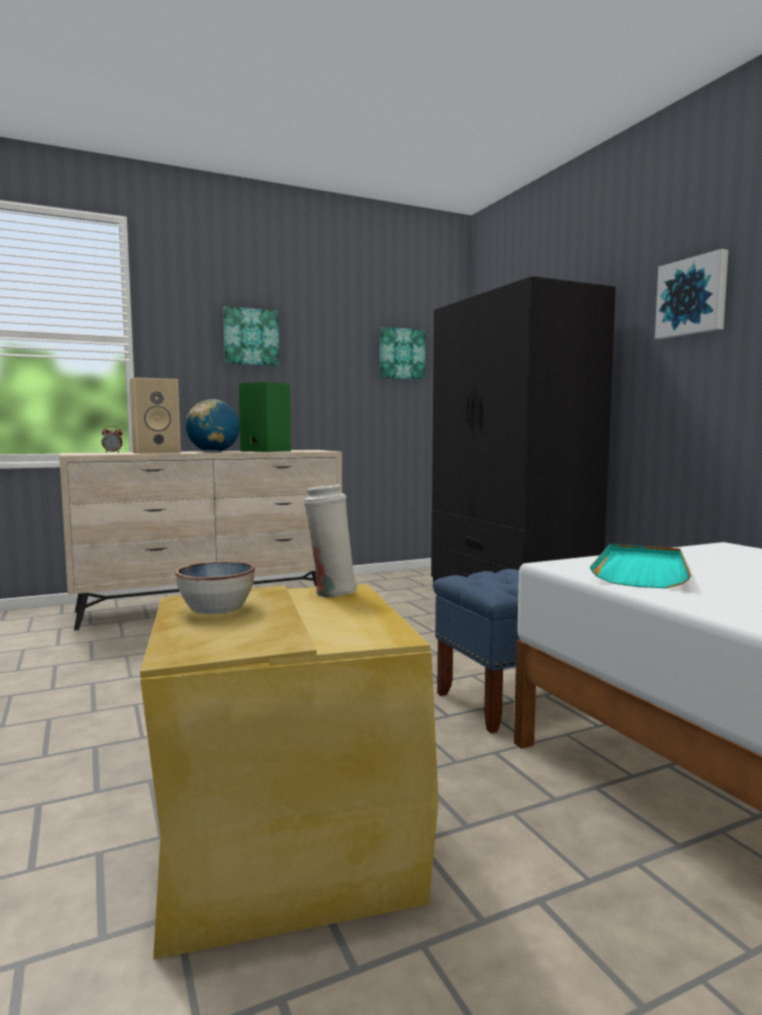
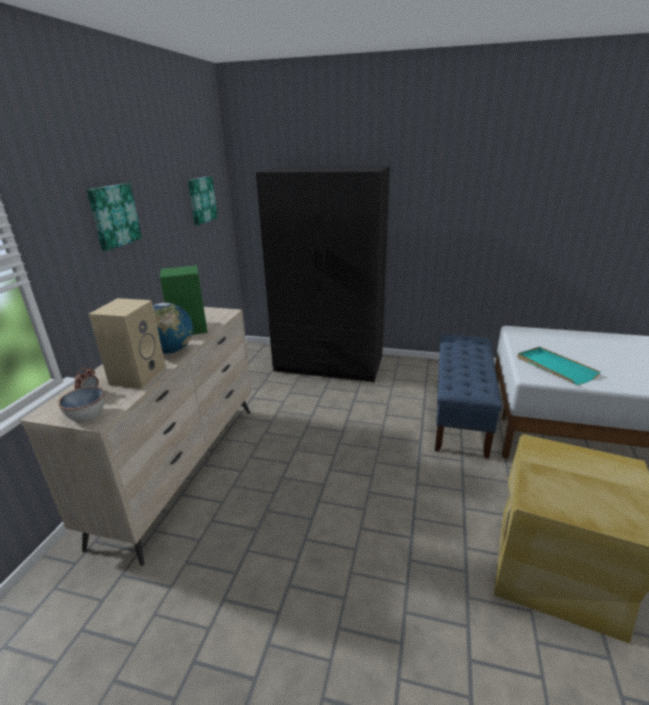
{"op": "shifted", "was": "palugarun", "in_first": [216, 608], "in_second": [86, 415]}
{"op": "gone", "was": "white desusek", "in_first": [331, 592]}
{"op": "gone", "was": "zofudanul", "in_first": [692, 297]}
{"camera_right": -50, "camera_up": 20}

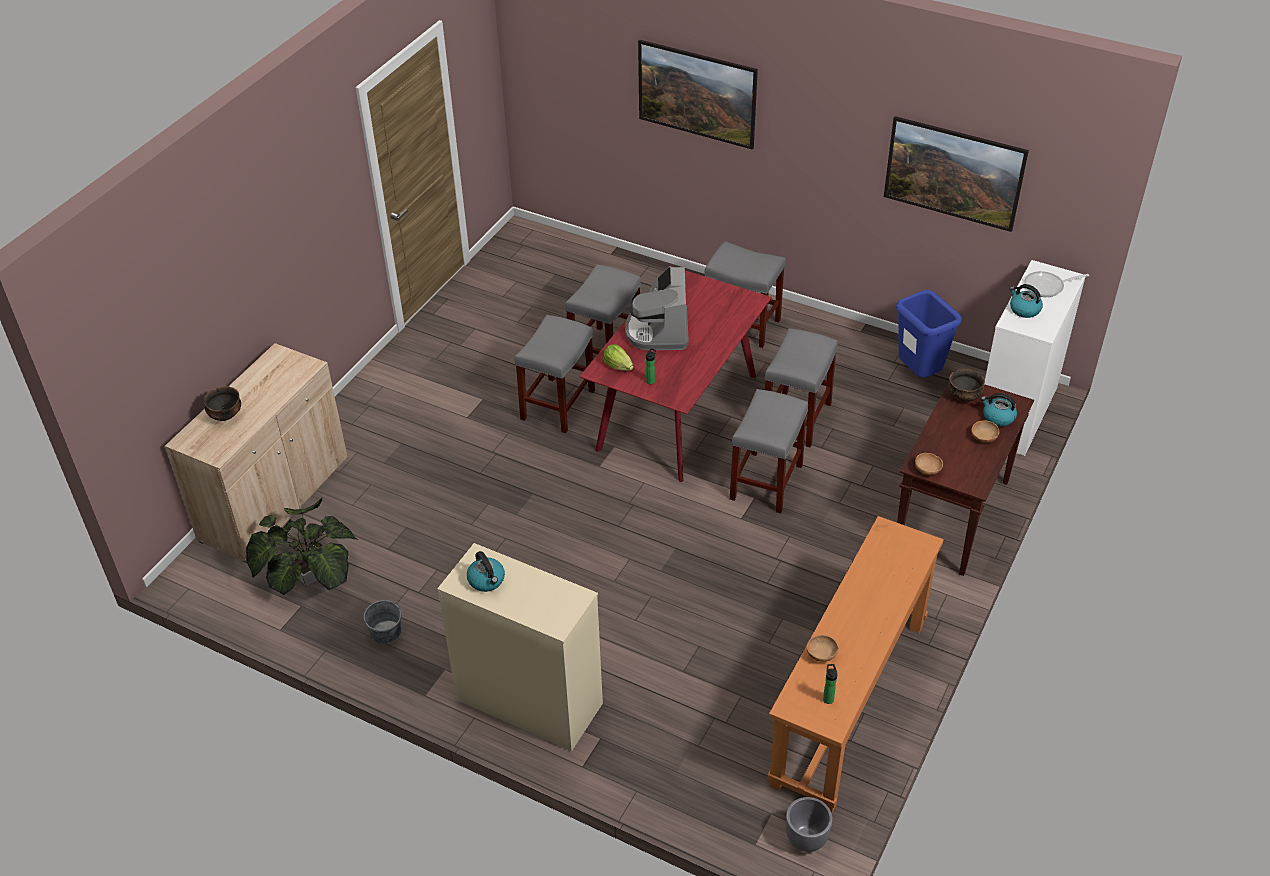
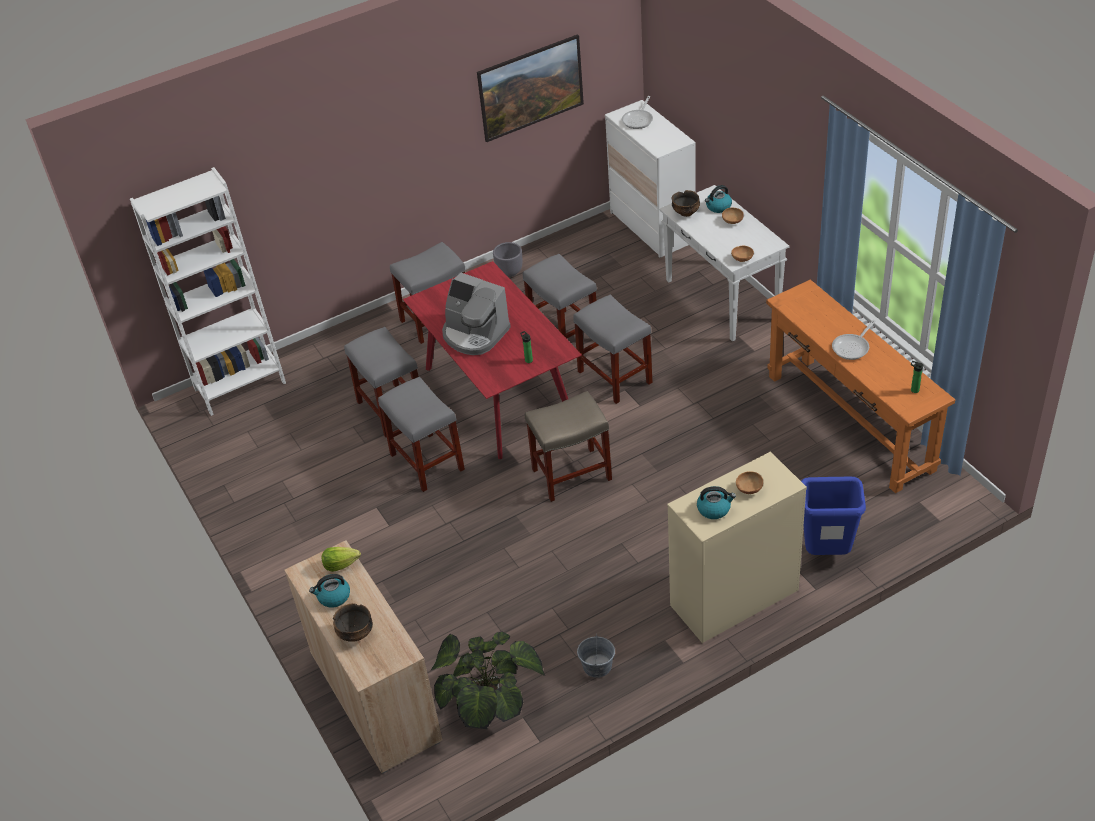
{"op": "new", "now": "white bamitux", "in_second": [240, 385]}
{"op": "shifted", "was": "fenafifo", "in_first": [1024, 309], "in_second": [333, 597]}
{"op": "shifted", "was": "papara", "in_first": [618, 366], "in_second": [340, 564]}
{"op": "shifted", "was": "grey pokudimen", "in_first": [807, 839], "in_second": [510, 271]}
{"op": "new", "now": "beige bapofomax", "in_second": [570, 475]}
{"op": "repainted", "was": "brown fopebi", "now": "white fopebi", "in_first": [952, 517], "in_second": [723, 300]}
{"op": "shifted", "was": "brown palugarun", "in_first": [821, 654], "in_second": [748, 489]}
{"op": "shifted", "was": "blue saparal", "in_first": [919, 375], "in_second": [827, 553]}
{"op": "new", "now": "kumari", "in_second": [852, 347]}
{"op": "gone", "was": "zofudanul", "in_first": [696, 113]}
{"camera_right": -55, "camera_up": 0}

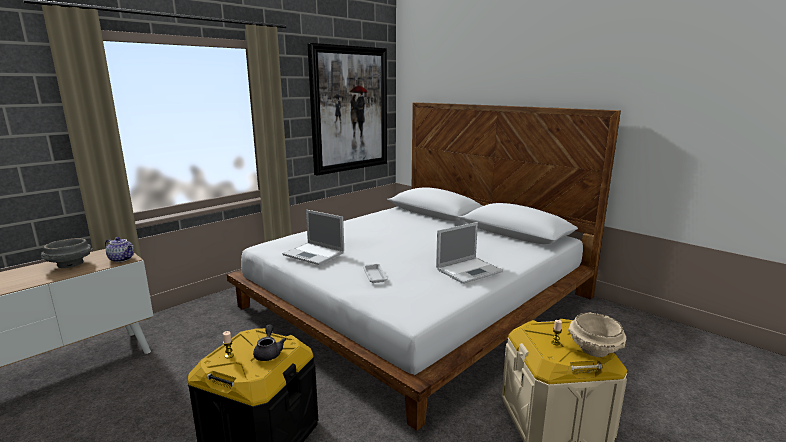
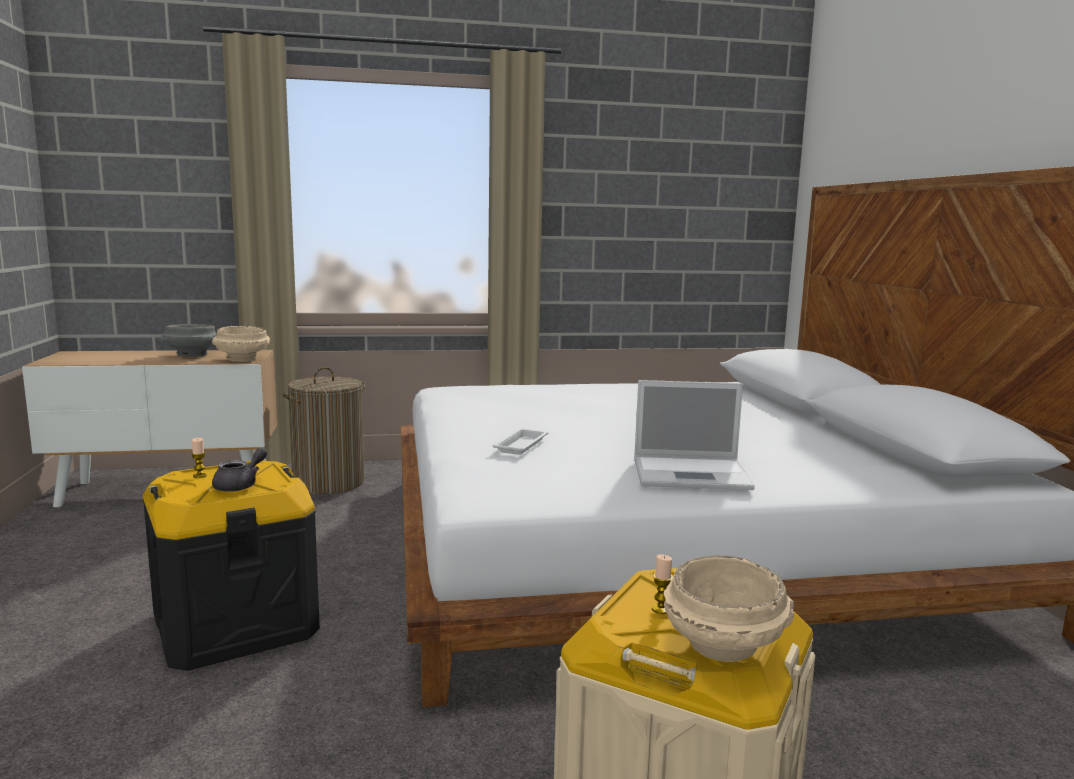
{"op": "swapped", "was": "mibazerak", "now": "beige palugarun", "in_first": [122, 259], "in_second": [243, 359]}
{"op": "new", "now": "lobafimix", "in_second": [329, 482]}
{"op": "gone", "was": "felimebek", "in_first": [314, 254]}
{"op": "gone", "was": "zofudanul", "in_first": [349, 109]}
{"camera_right": 35, "camera_up": -5}

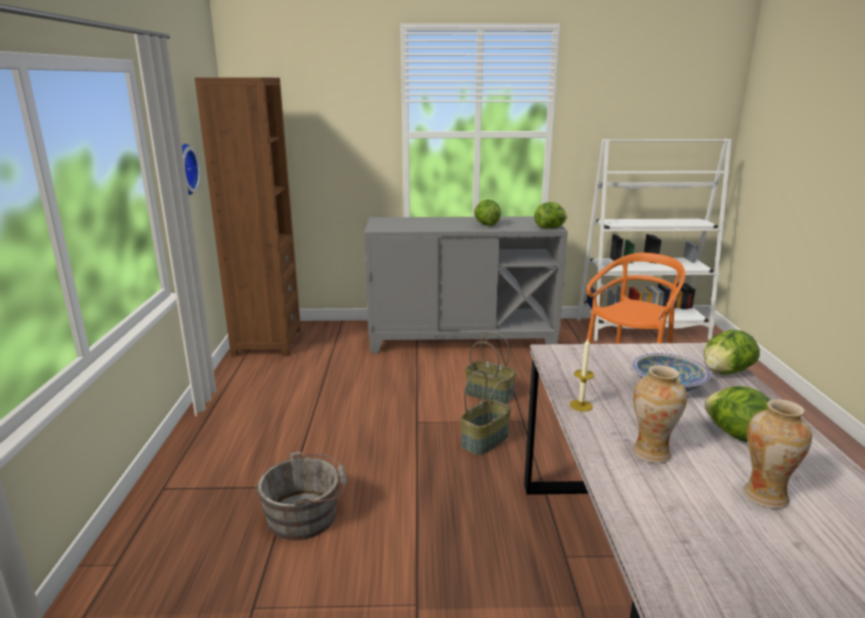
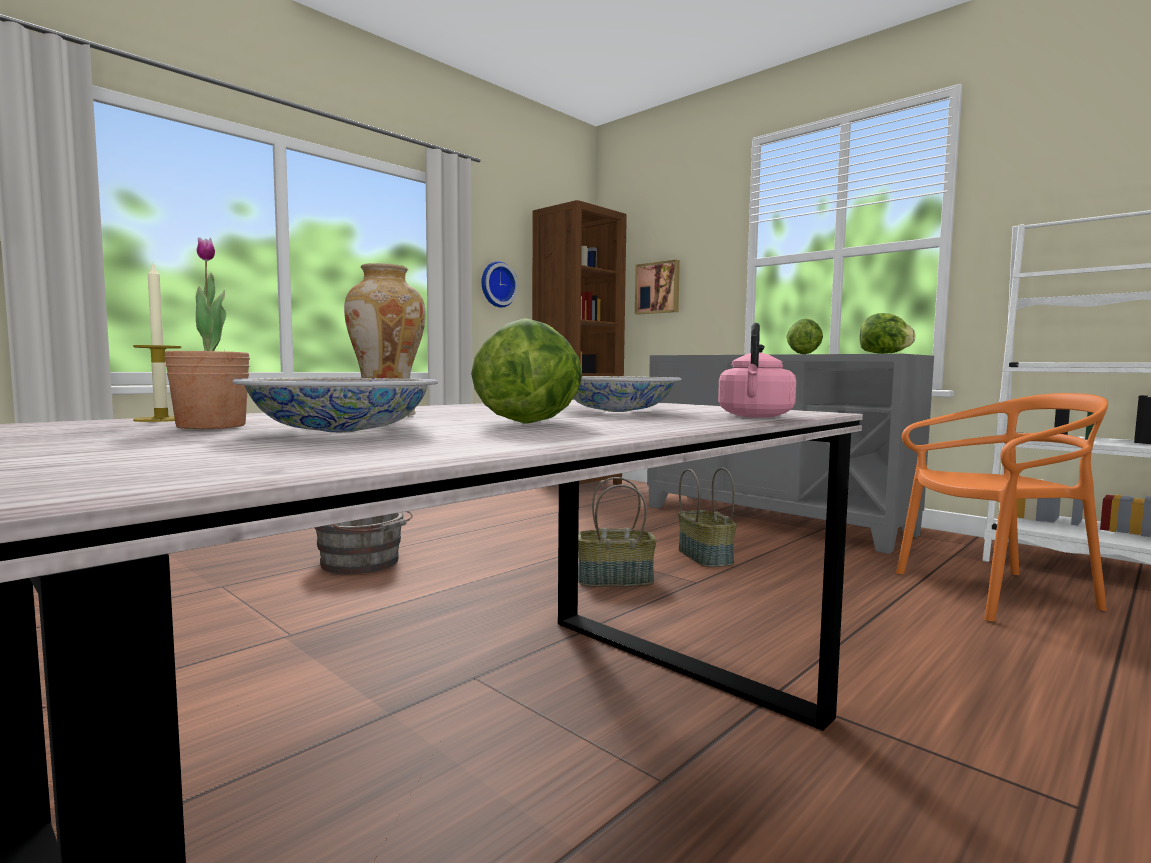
{"op": "shifted", "was": "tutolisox", "in_first": [581, 405], "in_second": [161, 419]}
{"op": "new", "now": "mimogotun", "in_second": [211, 426]}
{"op": "swapped", "was": "desusek", "now": "palugarun", "in_first": [764, 496], "in_second": [341, 431]}
{"op": "new", "now": "zofudanul", "in_second": [658, 288]}
{"op": "swapped", "was": "papara", "now": "pink fenafifo", "in_first": [725, 372], "in_second": [755, 416]}
{"camera_right": 45, "camera_up": -15}

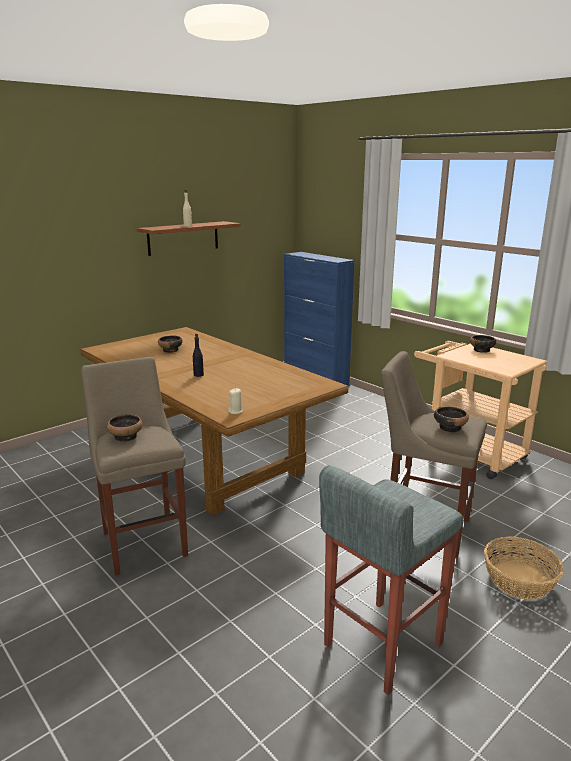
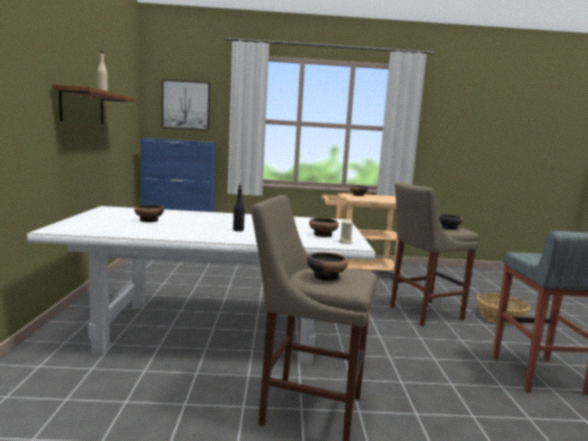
{"op": "repainted", "was": "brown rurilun", "now": "white rurilun", "in_first": [205, 457], "in_second": [212, 329]}
{"op": "new", "now": "zofudanul", "in_second": [186, 105]}
{"op": "new", "now": "palugarun", "in_second": [323, 235]}
{"camera_right": -50, "camera_up": -10}

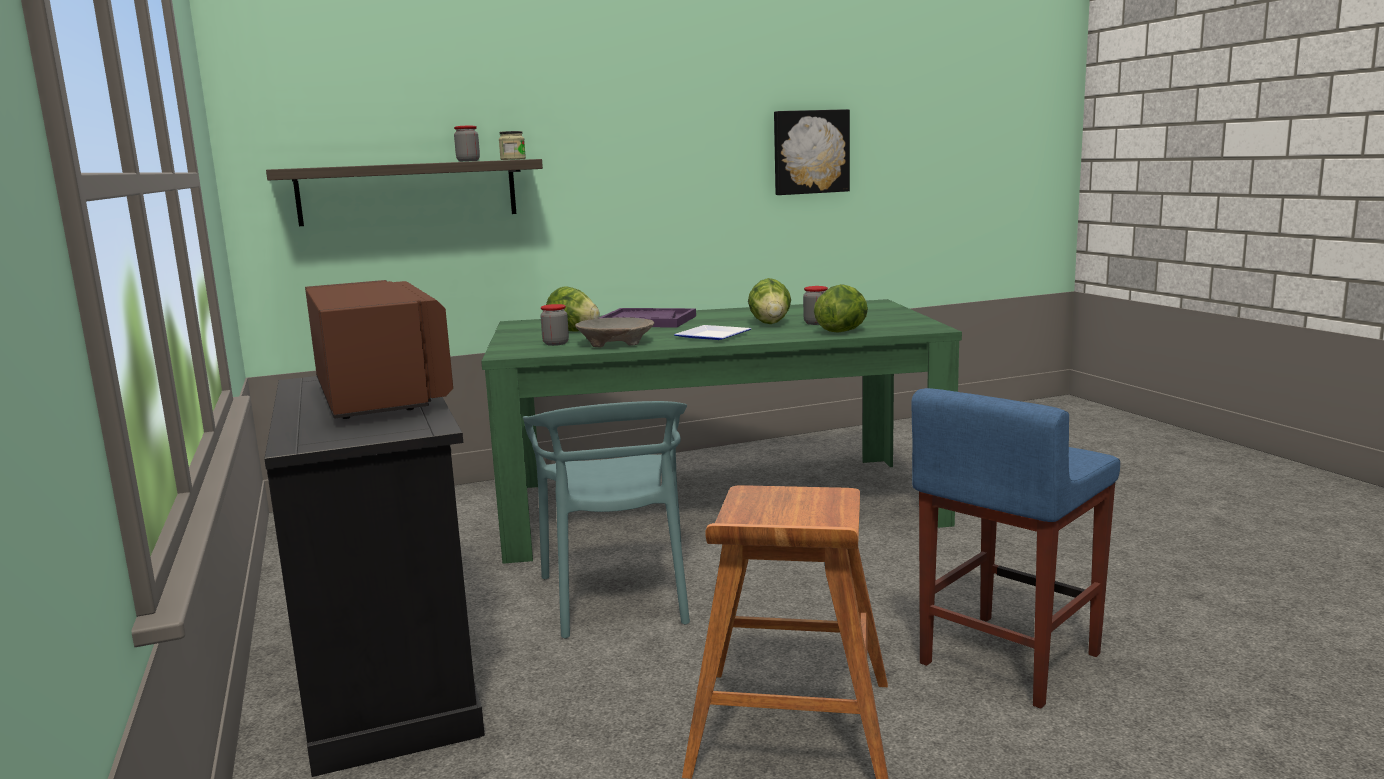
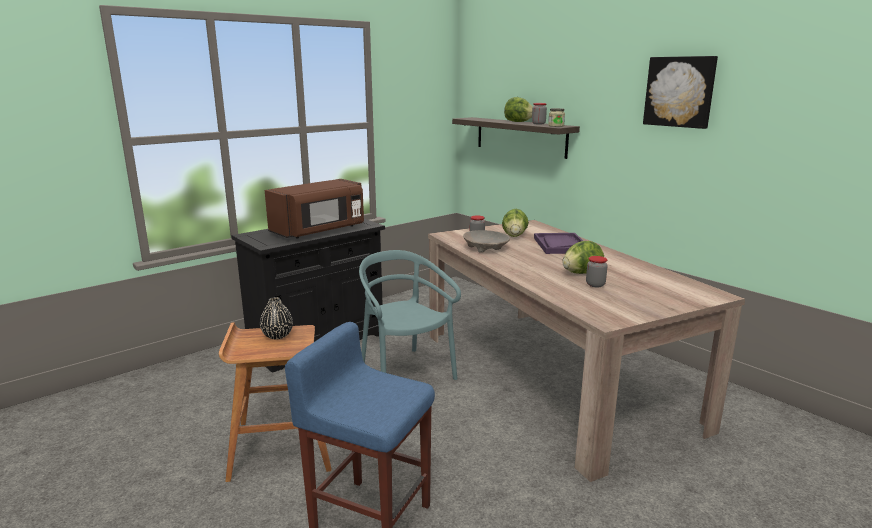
{"op": "new", "now": "black desusek", "in_second": [277, 335]}
{"op": "rotated", "was": "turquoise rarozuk", "in_first": [618, 597], "in_second": [405, 373], "clockwise": 90}
{"op": "repainted", "was": "green rurilun", "now": "beige rurilun", "in_first": [717, 505], "in_second": [551, 377]}
{"op": "shifted", "was": "papara", "in_first": [842, 331], "in_second": [518, 122]}
{"op": "shifted", "was": "zofudanul", "in_first": [810, 152], "in_second": [680, 92]}
{"op": "gone", "was": "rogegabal", "in_first": [715, 335]}
{"camera_right": 70, "camera_up": 5}

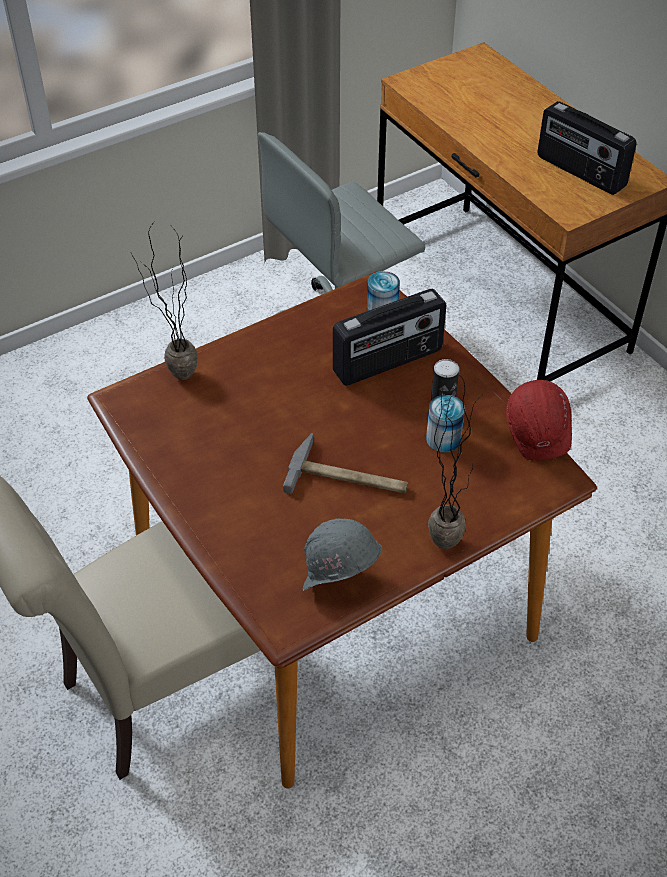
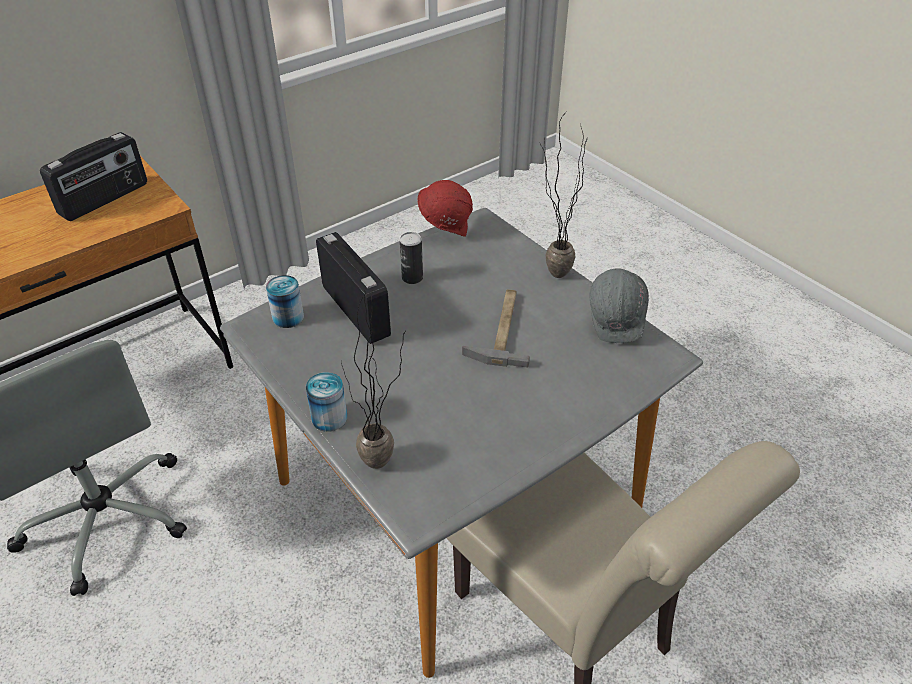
{"op": "repainted", "was": "brown rurilun", "now": "grey rurilun", "in_first": [333, 599], "in_second": [454, 500]}
{"op": "shifted", "was": "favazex", "in_first": [443, 439], "in_second": [329, 418]}
{"camera_right": -95, "camera_up": -5}

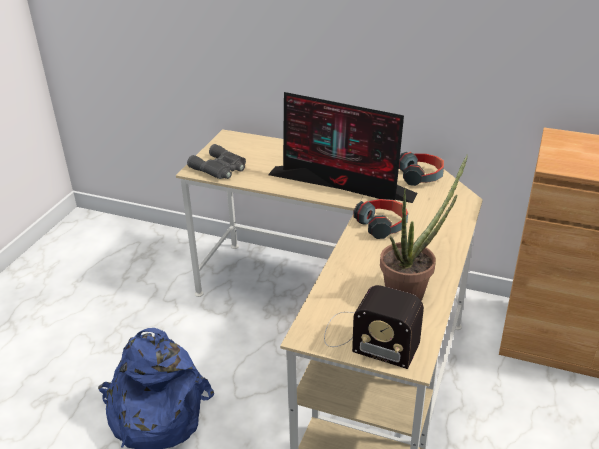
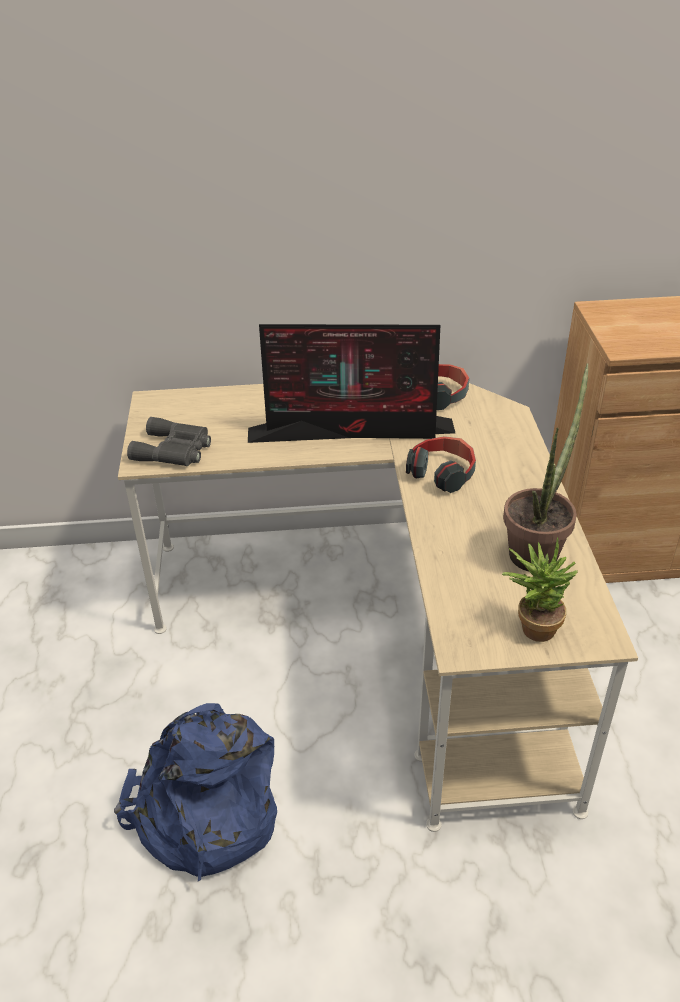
{"op": "swapped", "was": "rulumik", "now": "mimogotun", "in_first": [367, 338], "in_second": [532, 626]}
{"camera_right": -25, "camera_up": 5}

